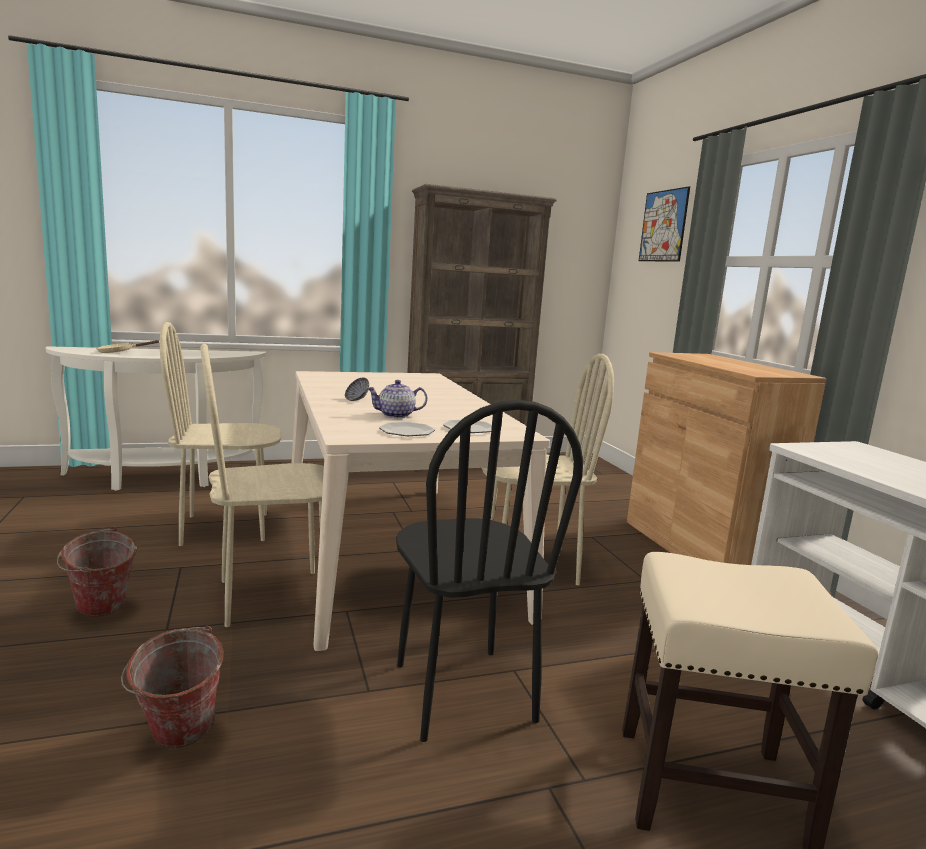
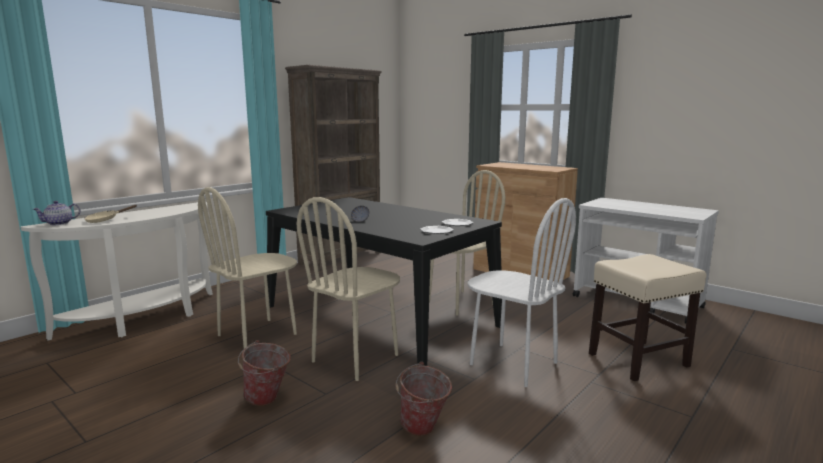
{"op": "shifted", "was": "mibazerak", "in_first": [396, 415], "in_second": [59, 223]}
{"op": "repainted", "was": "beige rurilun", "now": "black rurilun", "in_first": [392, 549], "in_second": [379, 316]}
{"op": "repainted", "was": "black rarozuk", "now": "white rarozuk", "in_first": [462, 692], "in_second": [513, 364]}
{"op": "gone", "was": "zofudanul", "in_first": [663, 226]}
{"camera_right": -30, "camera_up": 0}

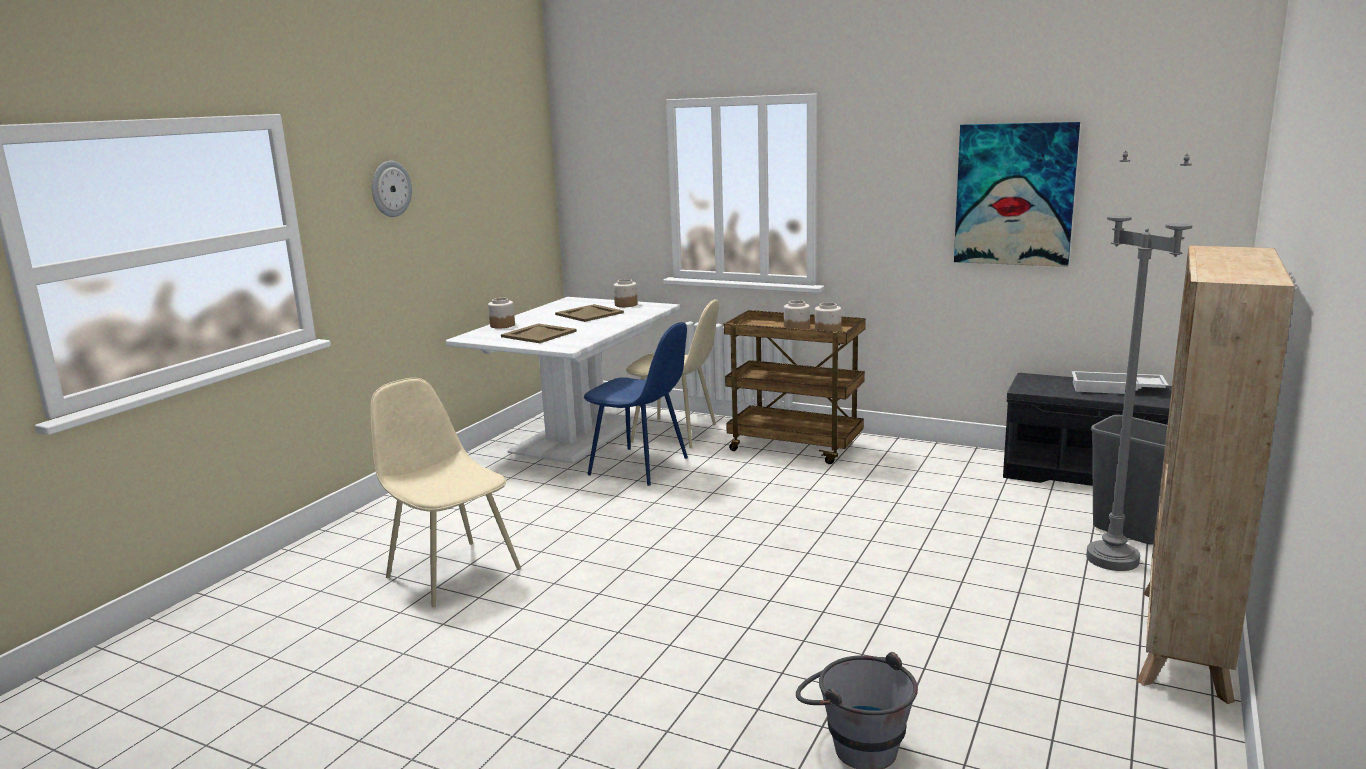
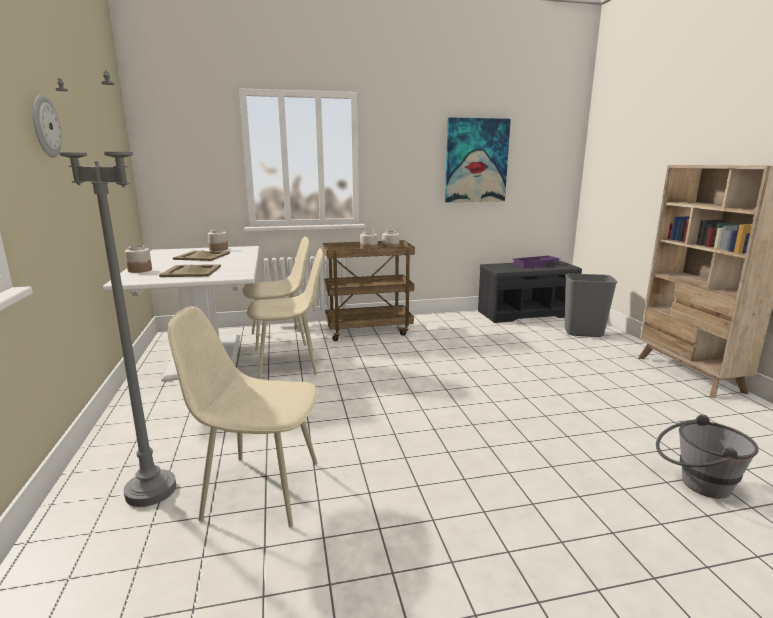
{"op": "shifted", "was": "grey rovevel", "in_first": [1113, 559], "in_second": [151, 491]}
{"op": "repainted", "was": "blue rarozuk", "now": "beige rarozuk", "in_first": [641, 467], "in_second": [290, 364]}
{"op": "repainted", "was": "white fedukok", "now": "purple fedukok", "in_first": [1116, 389], "in_second": [536, 264]}
{"camera_right": -40, "camera_up": 0}

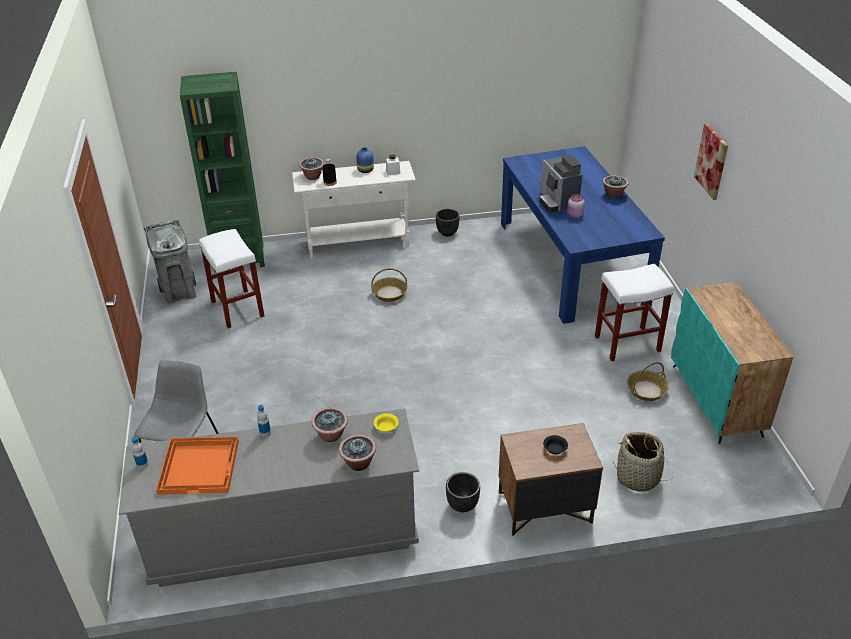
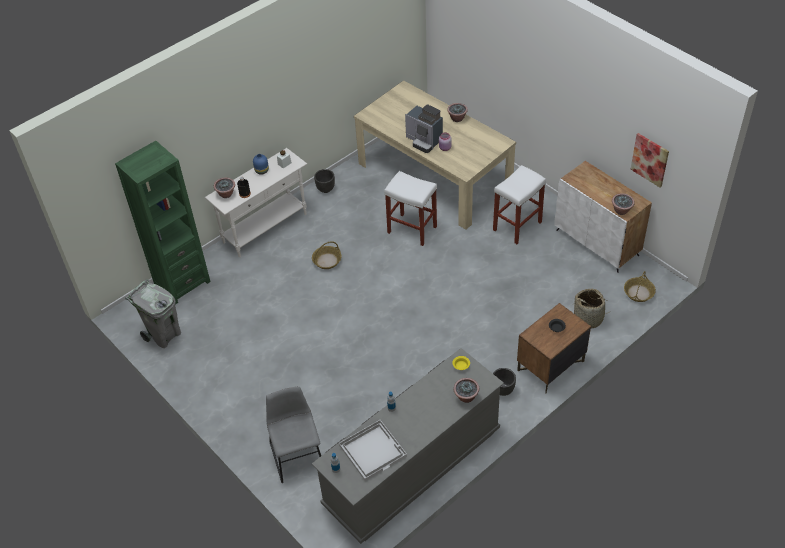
{"op": "repainted", "was": "orange fedukok", "now": "white fedukok", "in_first": [200, 466], "in_second": [373, 450]}
{"op": "repainted", "was": "blue rurilun", "now": "beige rurilun", "in_first": [571, 263], "in_second": [434, 176]}
{"op": "shifted", "was": "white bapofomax", "in_first": [236, 308], "in_second": [411, 229]}
{"op": "repainted", "was": "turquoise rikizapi", "now": "white rikizapi", "in_first": [716, 400], "in_second": [597, 243]}
{"op": "shifted", "was": "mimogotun", "in_first": [331, 435], "in_second": [621, 210]}
{"op": "shifted", "was": "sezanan", "in_first": [646, 390], "in_second": [638, 293]}
{"op": "shifted", "was": "zofudanul", "in_first": [711, 161], "in_second": [650, 159]}
{"camera_right": -30, "camera_up": 10}

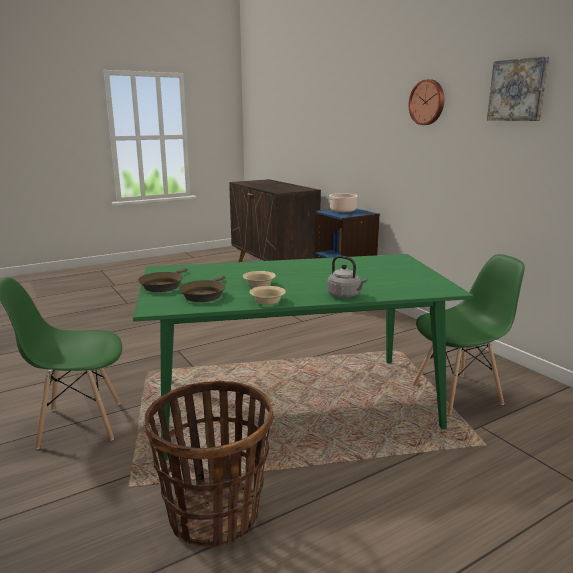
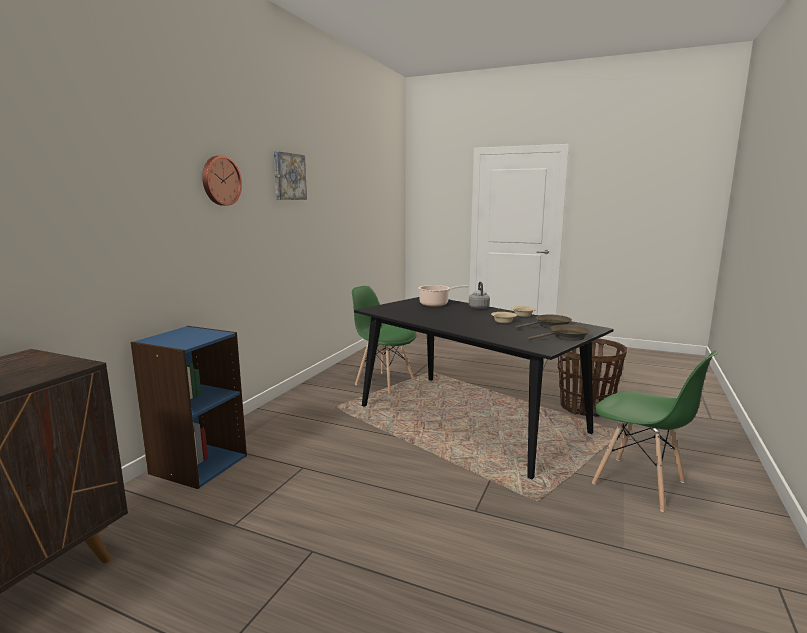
{"op": "repainted", "was": "green rurilun", "now": "black rurilun", "in_first": [294, 404], "in_second": [471, 419]}
{"op": "shifted", "was": "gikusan", "in_first": [342, 211], "in_second": [436, 304]}
{"camera_right": -125, "camera_up": -5}

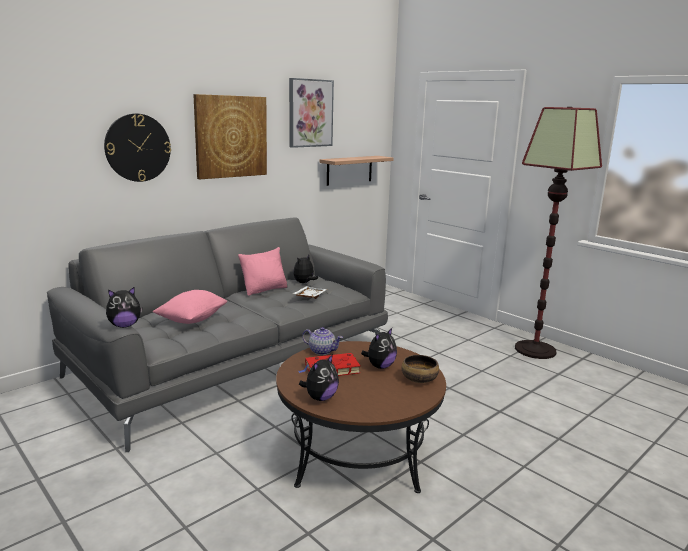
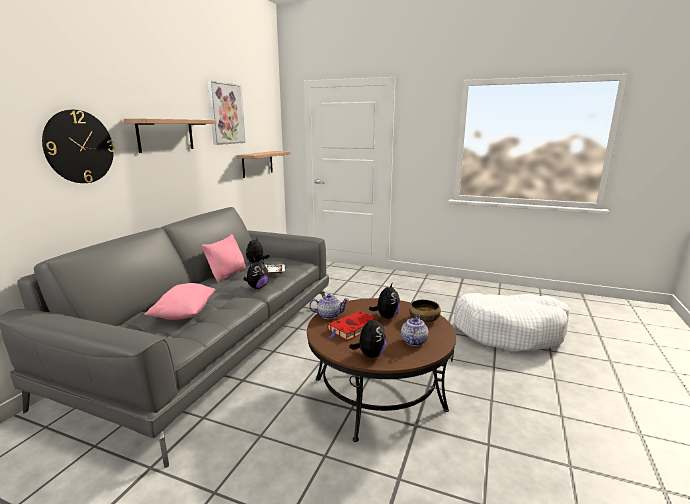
{"op": "swapped", "was": "zofudanul", "now": "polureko", "in_first": [231, 136], "in_second": [166, 135]}
{"op": "shifted", "was": "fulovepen", "in_first": [125, 325], "in_second": [257, 287]}
{"op": "new", "now": "mibazerak", "in_second": [413, 341]}
{"op": "new", "now": "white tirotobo", "in_second": [509, 331]}
{"op": "gone", "was": "rovevel", "in_first": [535, 350]}
{"camera_right": -25, "camera_up": 0}

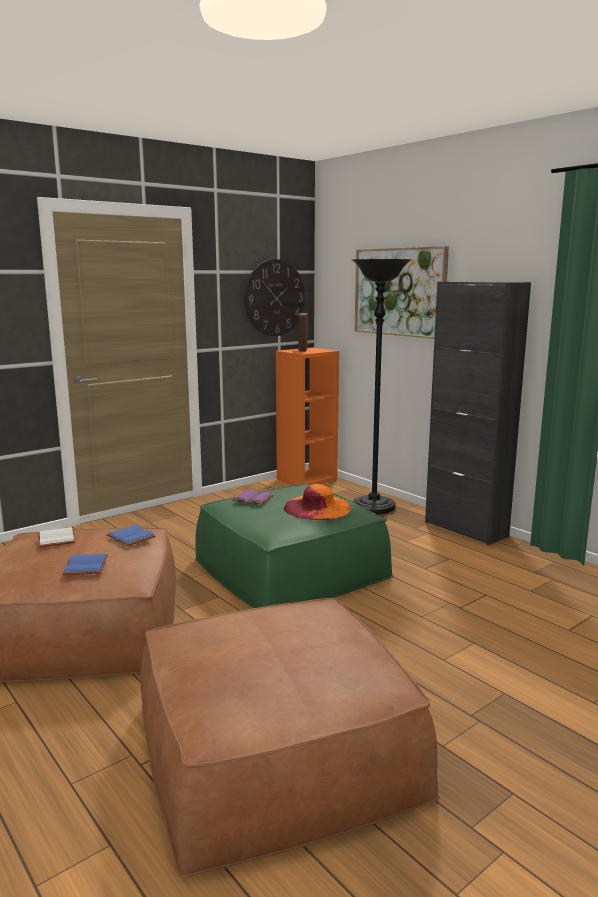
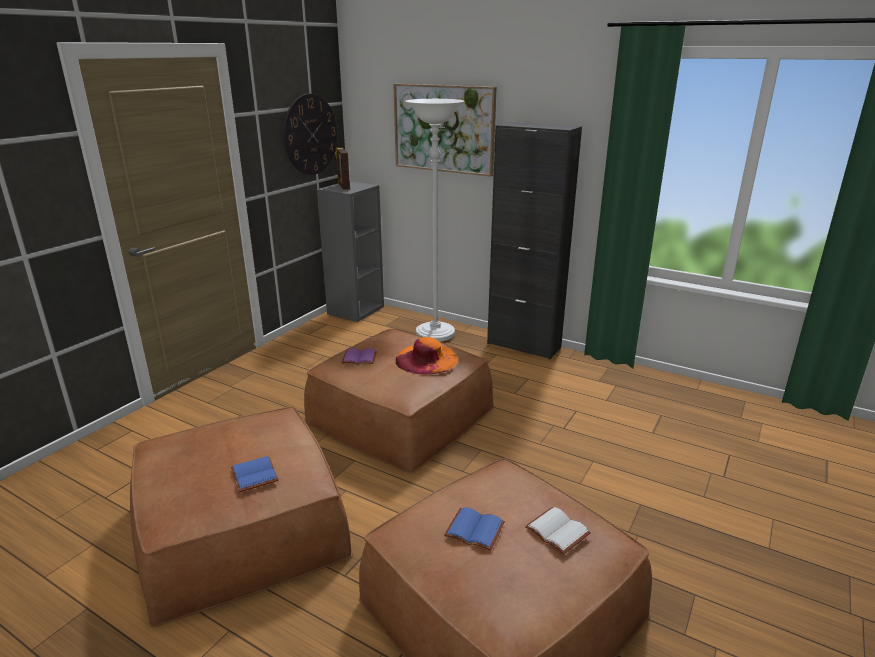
{"op": "repainted", "was": "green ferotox", "now": "brown ferotox", "in_first": [291, 567], "in_second": [401, 414]}
{"op": "repainted", "was": "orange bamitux", "now": "grey bamitux", "in_first": [307, 479], "in_second": [355, 310]}
{"op": "repainted", "was": "black rovevel", "now": "white rovevel", "in_first": [374, 508], "in_second": [435, 334]}
{"op": "shifted", "was": "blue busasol", "in_first": [129, 537], "in_second": [473, 531]}
{"op": "shifted", "was": "white busasol", "in_first": [55, 539], "in_second": [555, 531]}
{"camera_right": -20, "camera_up": 10}

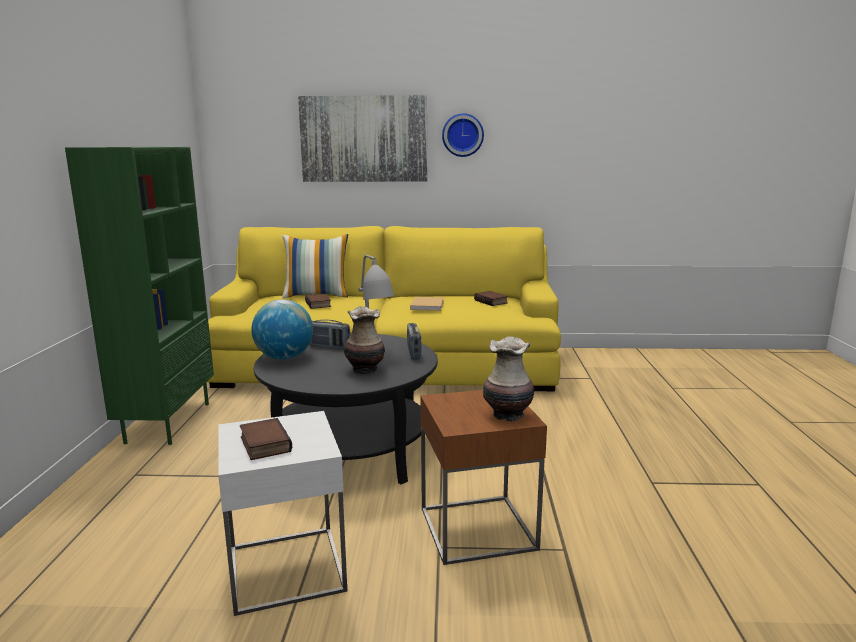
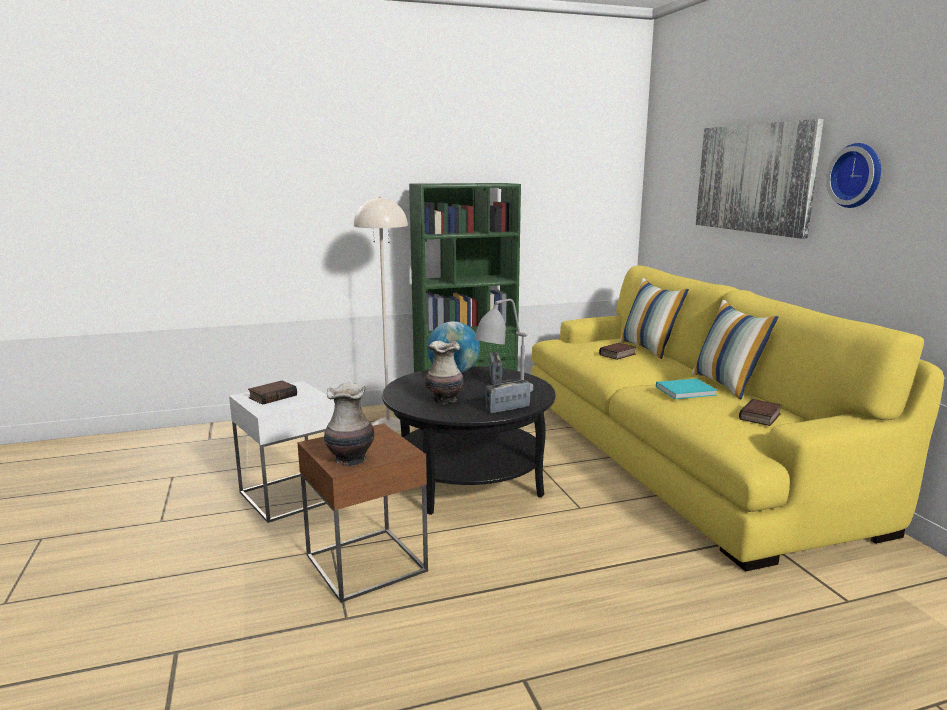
{"op": "new", "now": "beige rovevel", "in_second": [387, 425]}
{"op": "repainted", "was": "beige busasol", "now": "turquoise busasol", "in_first": [427, 305], "in_second": [687, 391]}
{"op": "new", "now": "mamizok", "in_second": [727, 385]}
{"camera_right": 70, "camera_up": 0}

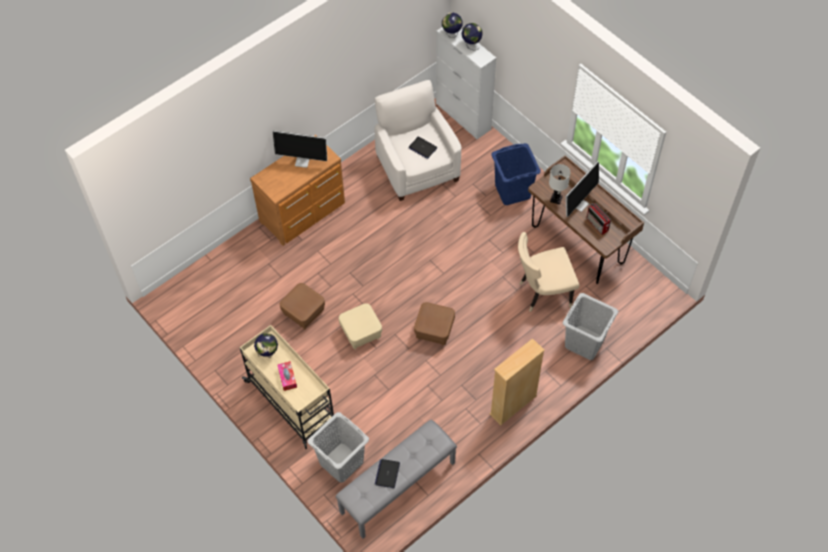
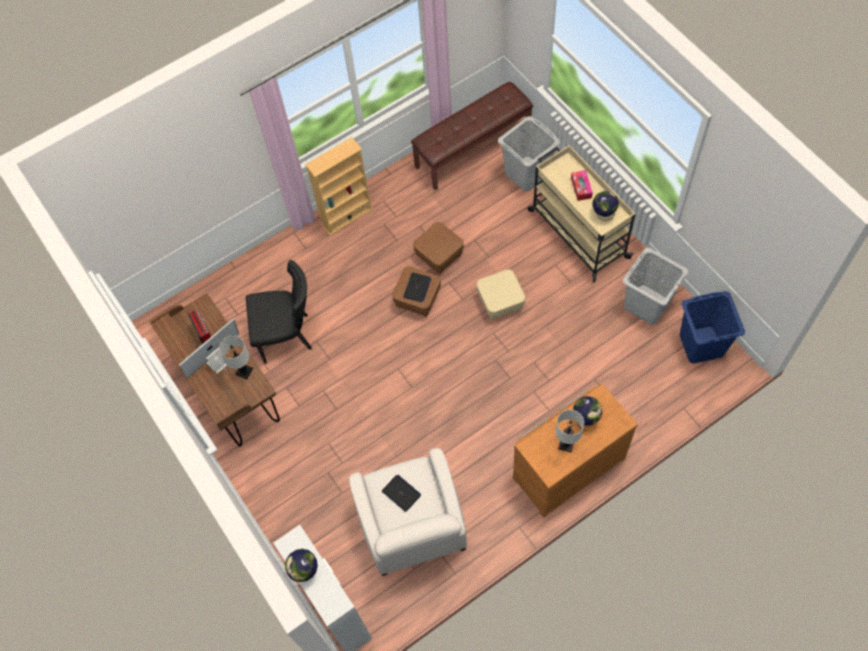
{"op": "repainted", "was": "beige rarozuk", "now": "black rarozuk", "in_first": [542, 293], "in_second": [288, 335]}
{"op": "shifted", "was": "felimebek", "in_first": [387, 473], "in_second": [417, 288]}
{"op": "repainted", "was": "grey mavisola", "now": "brown mavisola", "in_first": [398, 488], "in_second": [472, 148]}
{"op": "shifted", "was": "brown ferotox", "in_first": [304, 313], "in_second": [439, 256]}
{"op": "swapped", "was": "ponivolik", "now": "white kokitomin", "in_first": [303, 161], "in_second": [566, 444]}
{"op": "shifted", "was": "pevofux", "in_first": [451, 34], "in_second": [585, 419]}
{"op": "shifted", "was": "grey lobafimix", "in_first": [584, 343], "in_second": [647, 304]}
{"op": "shifted", "was": "blue lobafimix", "in_first": [512, 191], "in_second": [701, 344]}
{"camera_right": -170, "camera_up": 5}

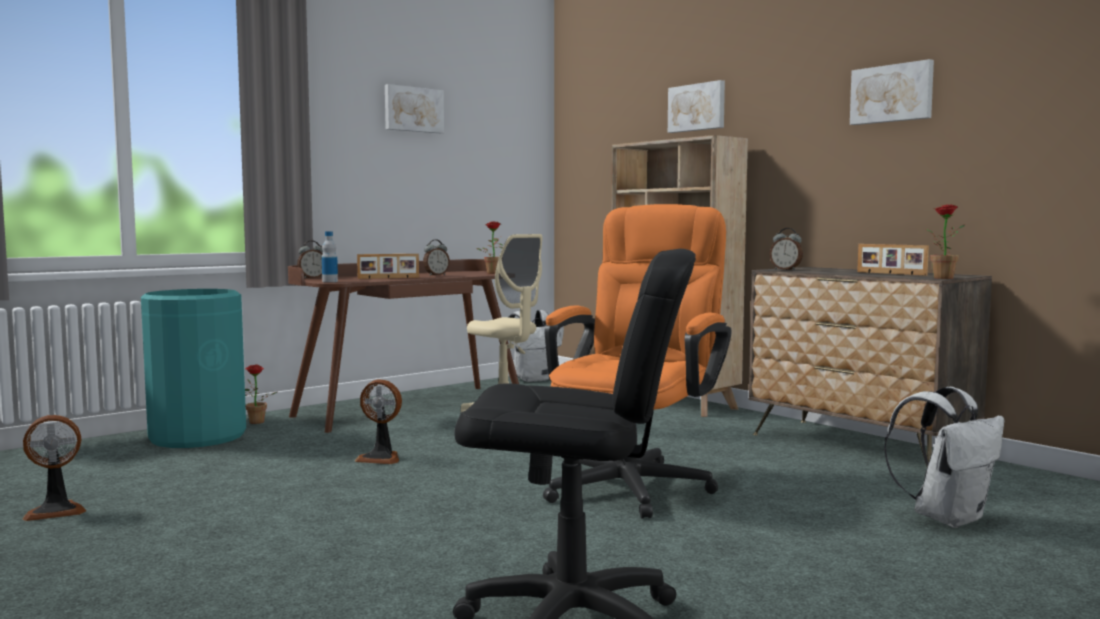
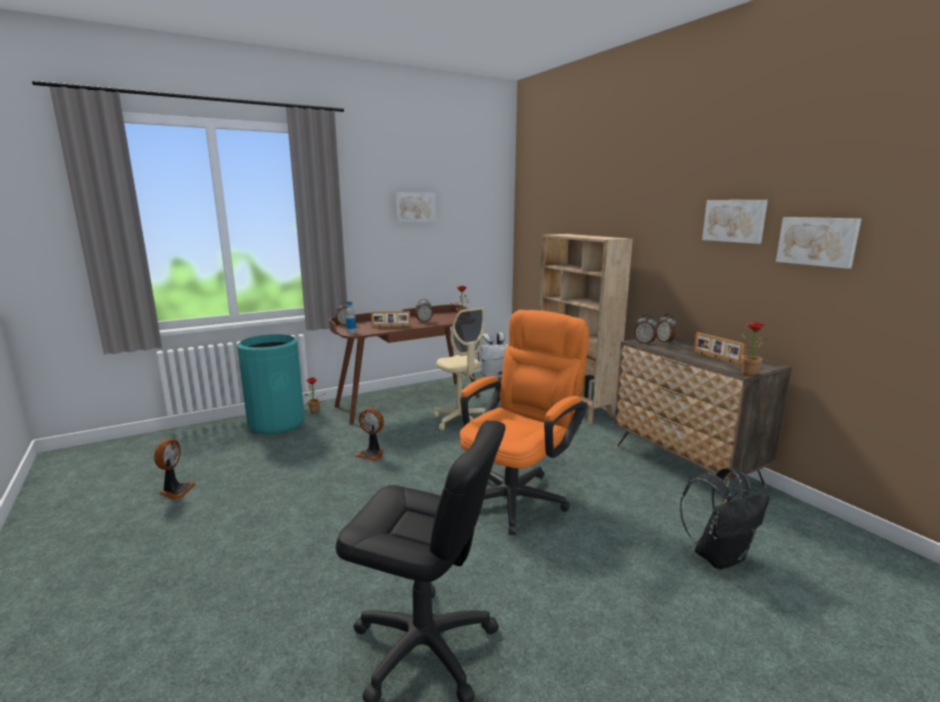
{"op": "rotated", "was": "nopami", "in_first": [56, 511], "in_second": [176, 491], "clockwise": -75}
{"op": "new", "now": "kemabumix", "in_second": [665, 342]}
{"op": "repainted", "was": "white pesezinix", "now": "black pesezinix", "in_first": [947, 518], "in_second": [719, 556]}
{"op": "shifted", "was": "zofudanul", "in_first": [697, 107], "in_second": [817, 241]}
{"camera_right": 10, "camera_up": 10}

